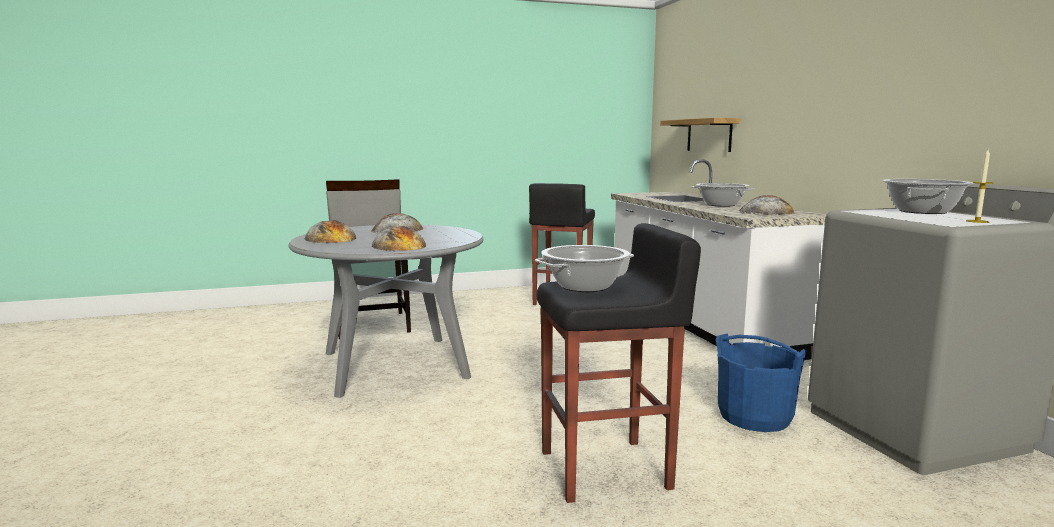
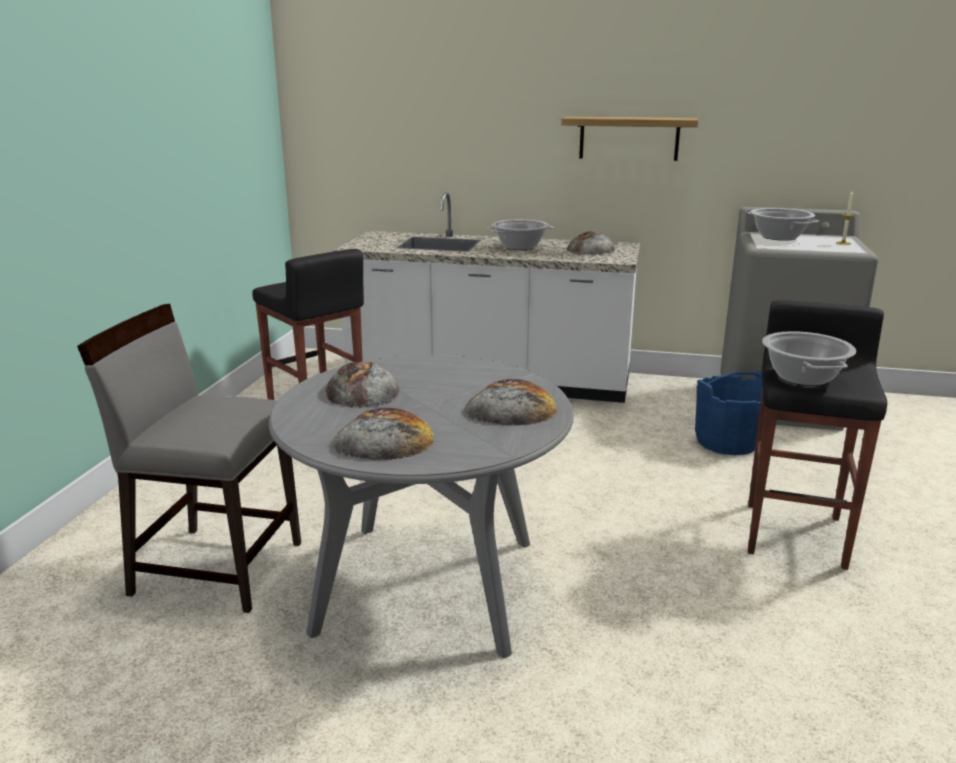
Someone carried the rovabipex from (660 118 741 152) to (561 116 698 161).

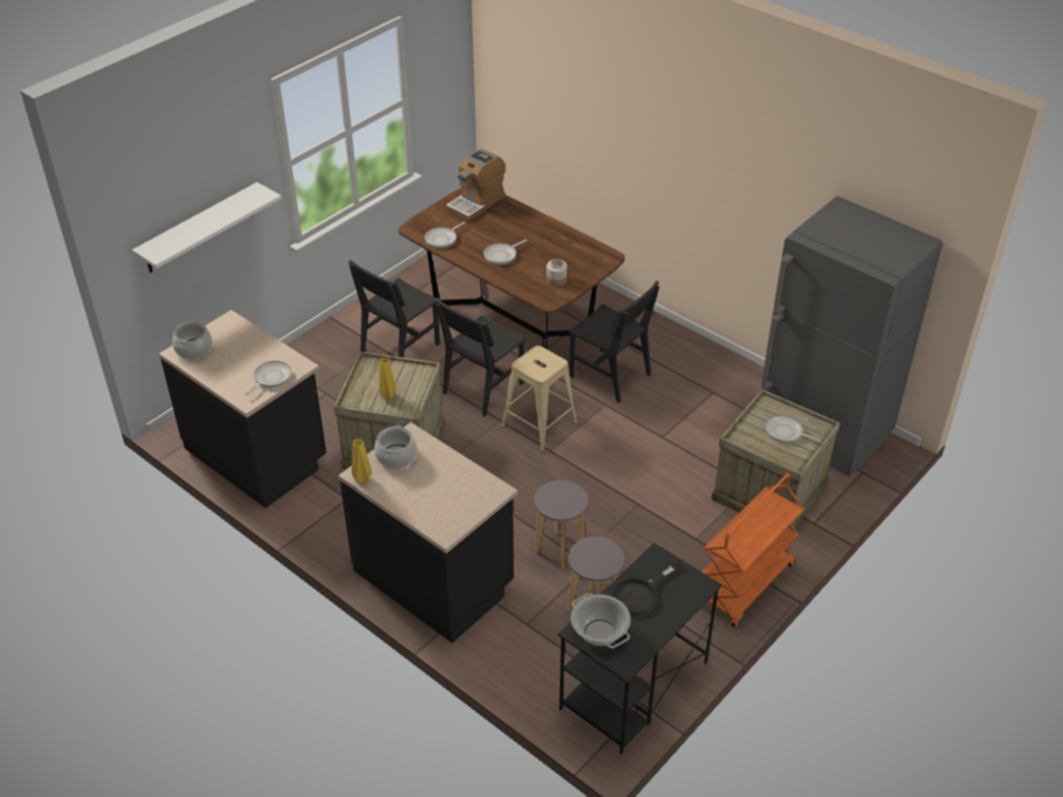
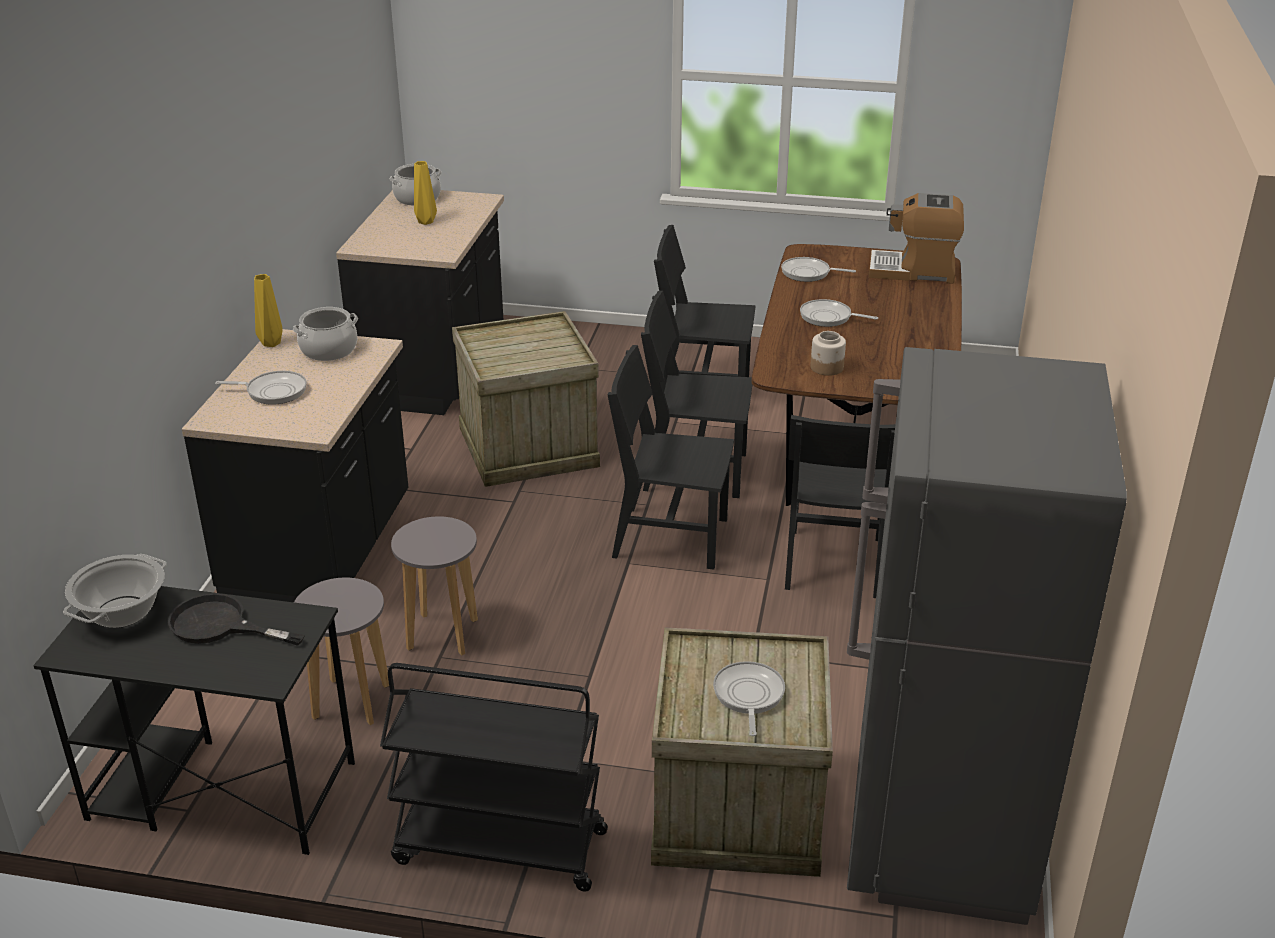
Someone carried the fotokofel from (245 361 291 395) to (215 371 307 405).
Someone repainted the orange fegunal at (702 473 804 627), which became the black fegunal at (380 663 608 891).
Someone carried the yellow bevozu from (379 358 396 400) to (414 161 437 225).
Someone swapped the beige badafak at (501 346 578 452) for the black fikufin at (607 345 734 570).
Someone took away the white rovabipex at (132 182 282 273).

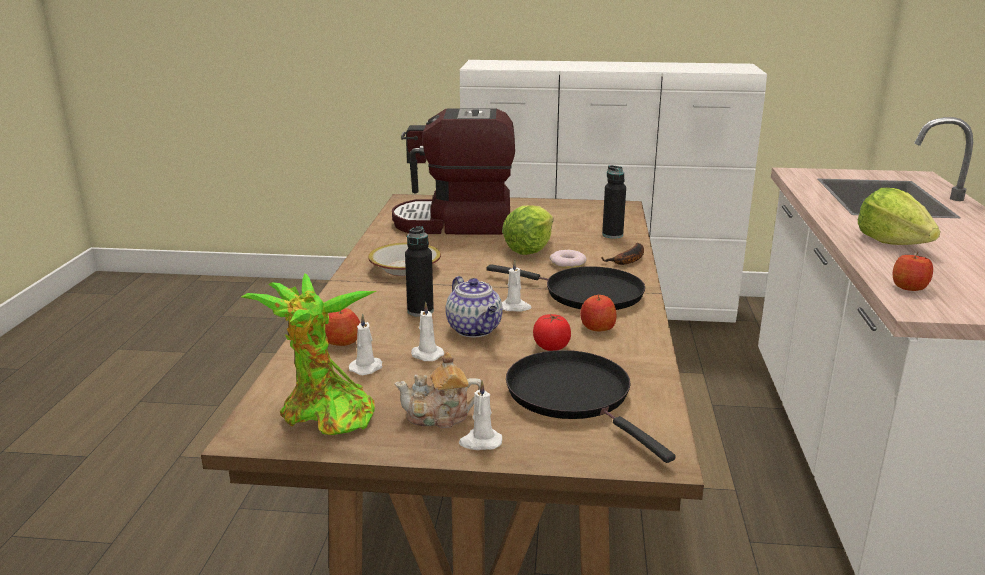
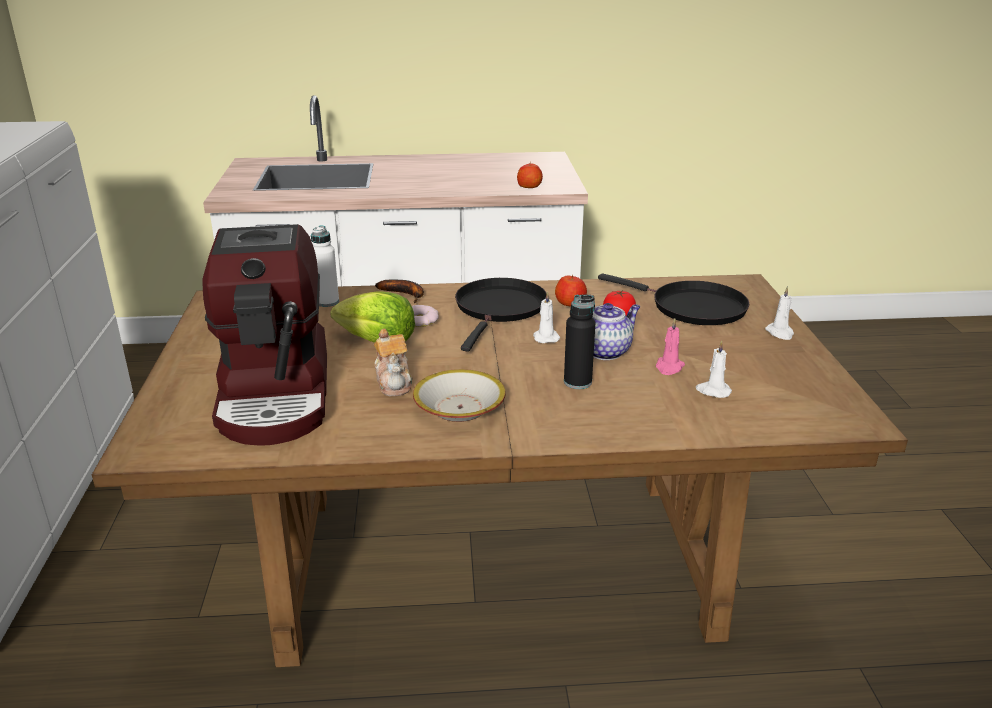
Someone repainted the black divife at (602 165 626 239), which became the white divife at (311 226 339 307).
Someone carried the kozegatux from (394 352 481 428) to (374 328 413 396).
Someone rotated the black fotokofel at (506 350 676 463) by 105 degrees counterclockwise.
Someone repainted the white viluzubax at (411 302 444 361), which became the pink viluzubax at (656 318 685 375).
Someone took away the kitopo at (241 273 377 435).
Someone took away the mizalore at (325 308 360 346).
Someone took away the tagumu at (858 188 940 245).

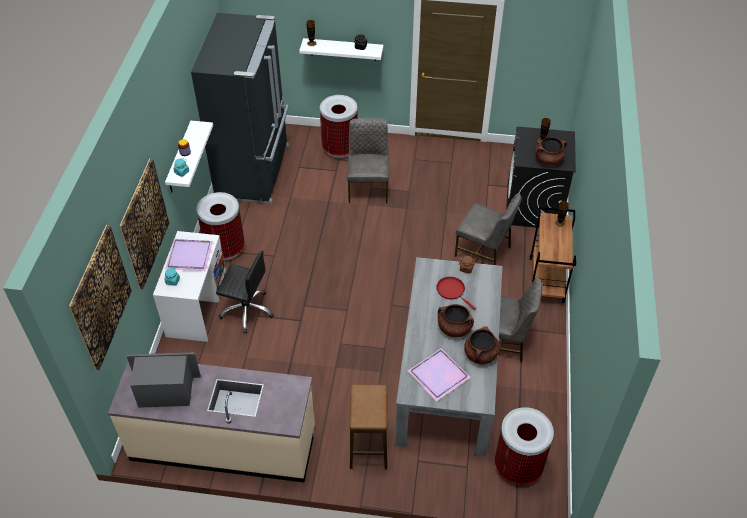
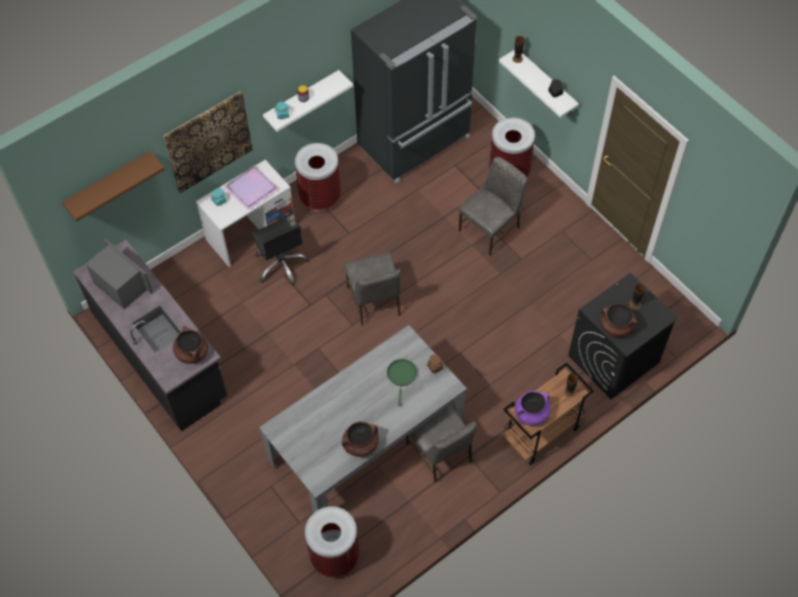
Someone swapped the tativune at (69 225 132 370) for the brown rovabipex at (62 151 165 222).
Someone repainted the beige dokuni at (108 362 315 482), which became the black dokuni at (73 240 227 431).
Someone carried the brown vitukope from (438 304 474 337) to (173 326 208 364).
Someone carried the grey fikufin from (455 193 522 265) to (344 252 401 325).
Someone repainted the red fotokofel at (437 277 476 310), which became the green fotokofel at (387 359 417 406).
Someone put down the purple vitukope at (515 391 551 426).
Someone took away the badafak at (349 385 387 469).
Someone took away the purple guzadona at (407 349 471 401).

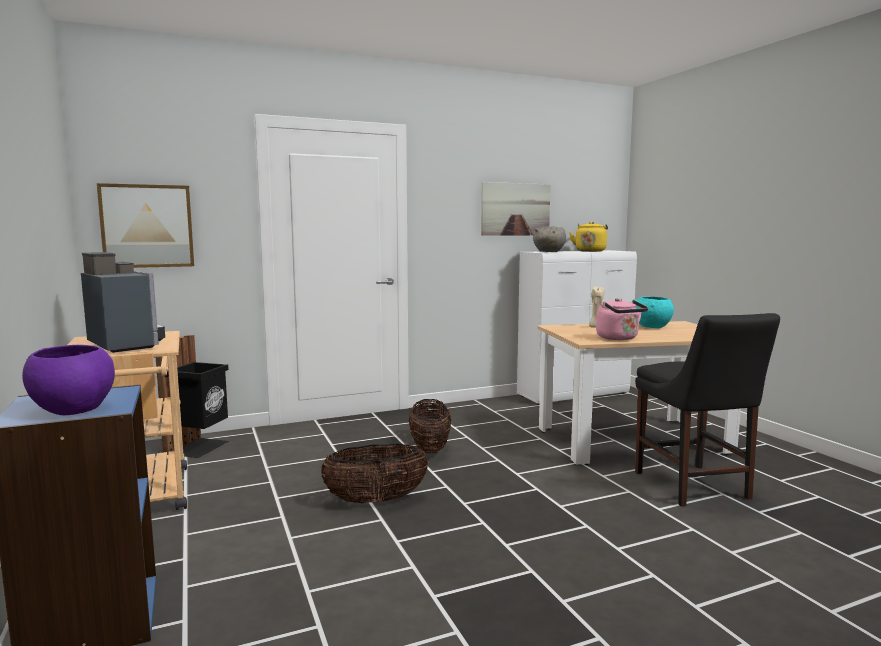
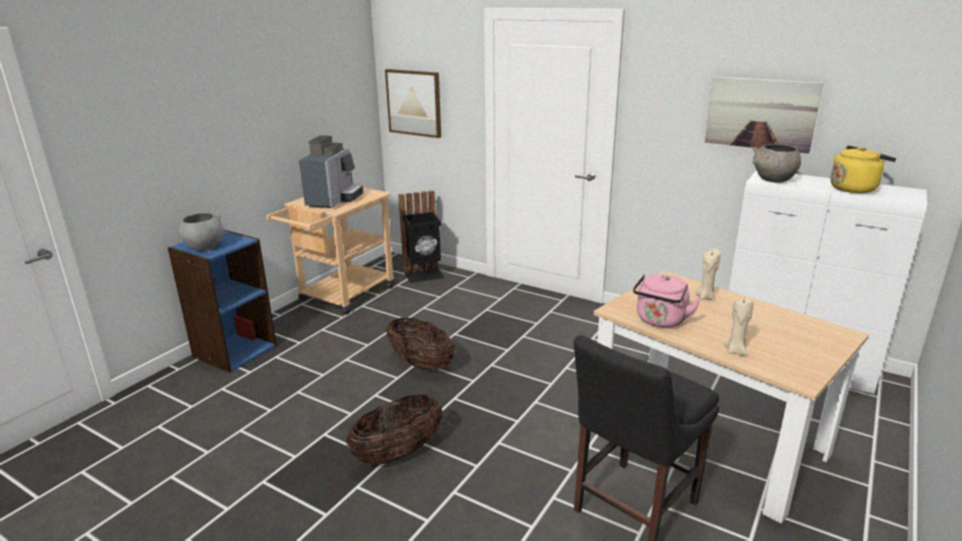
Someone repainted the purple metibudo at (22 345 115 415), which became the grey metibudo at (179 213 224 251).
Someone carried the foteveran from (409 399 451 453) to (346 395 442 465).
Someone put down the beige viluzubax at (723 298 753 356).
Someone took away the turquoise metibudo at (632 297 674 328).

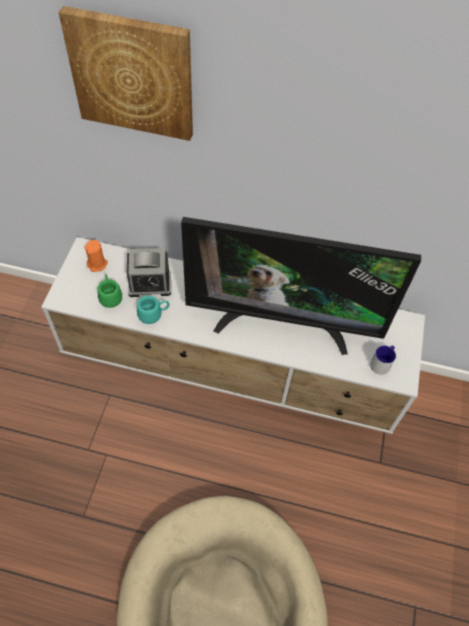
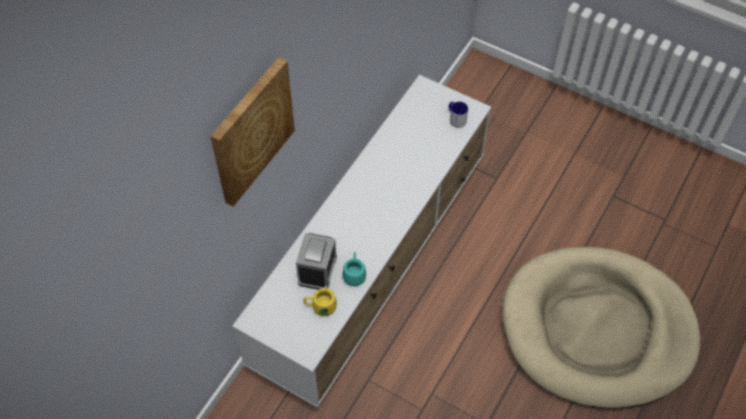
Someone repainted the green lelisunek at (97 274 122 308), which became the yellow lelisunek at (303 288 337 316).
Someone took away the orange viluzubax at (85 240 108 272).
Someone took away the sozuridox at (181 217 421 355).

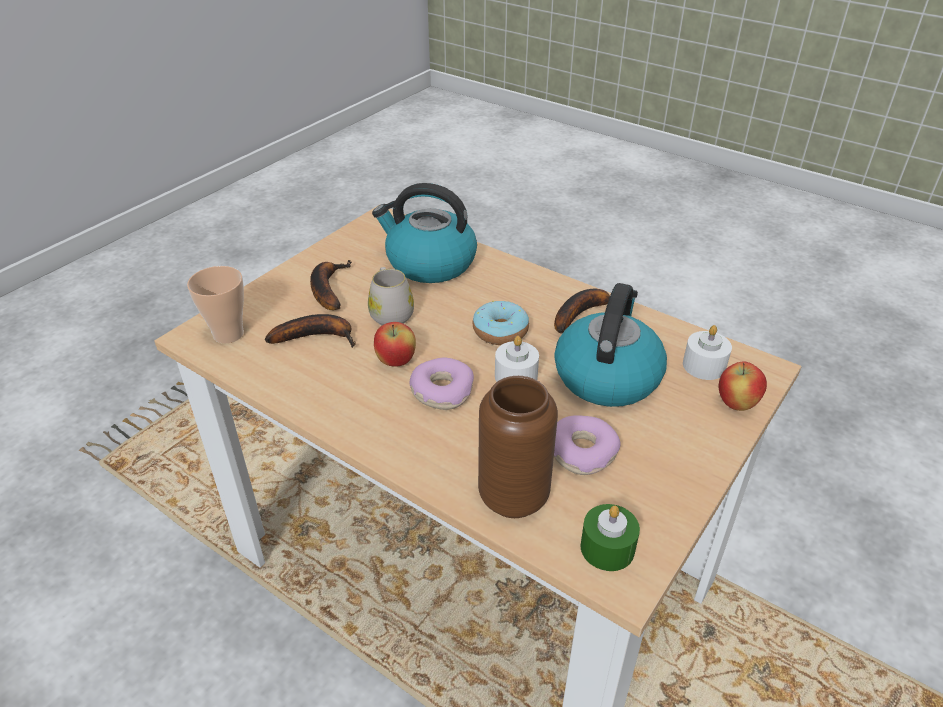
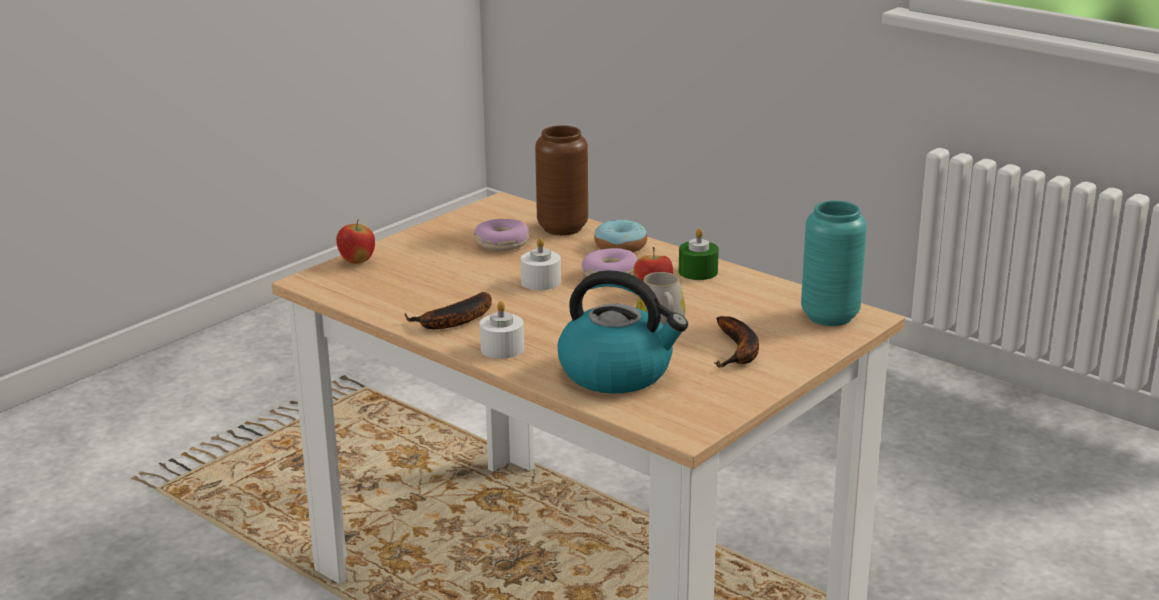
Someone carried the white viluzubax from (683 325 732 380) to (480 301 524 359).
Someone carried the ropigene from (473 301 529 345) to (594 220 647 252).
Someone carried the green viluzubax from (581 504 640 571) to (679 228 719 280).
Someone swapped the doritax at (187 266 244 343) for the turquoise bevozu at (801 200 867 326).
Someone took away the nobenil at (265 314 356 347).
Someone took away the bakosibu at (554 283 667 407).

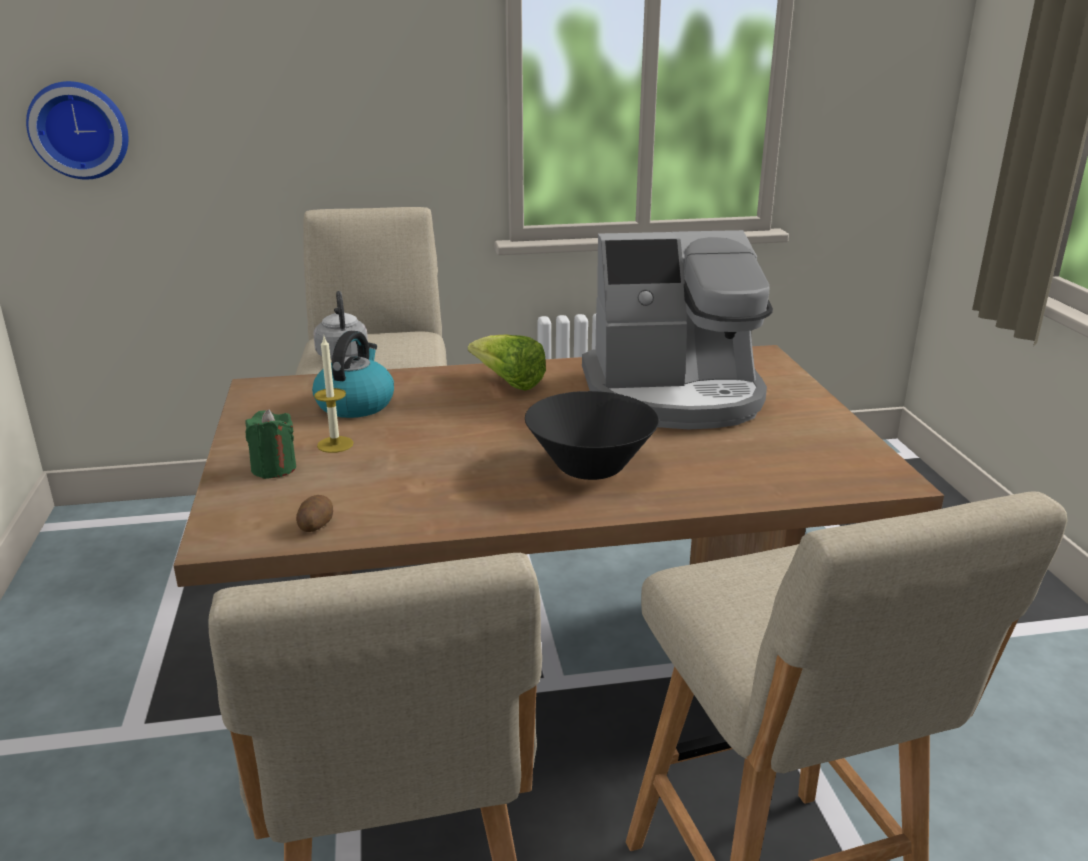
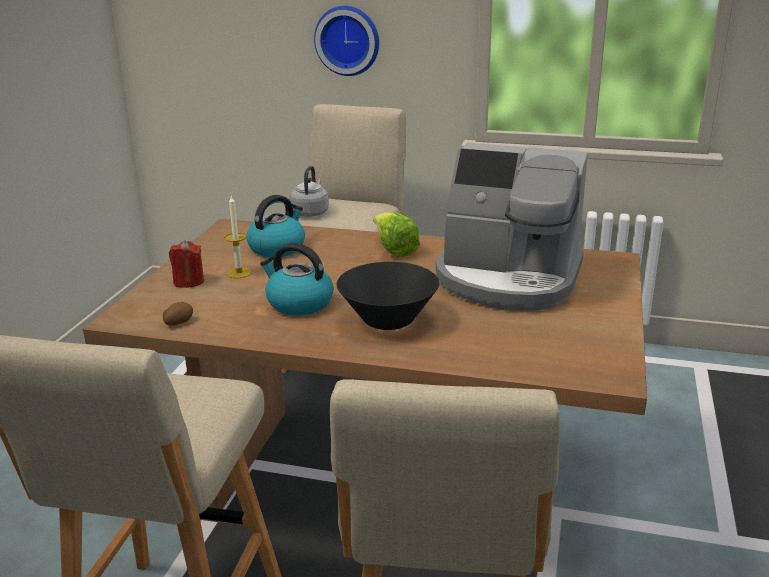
Someone repainted the green viluzubax at (246 409 296 479), which became the red viluzubax at (169 240 204 288).
Someone put down the bakosibu at (260 243 334 316).
Someone carried the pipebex from (26 81 129 180) to (314 6 379 76).

